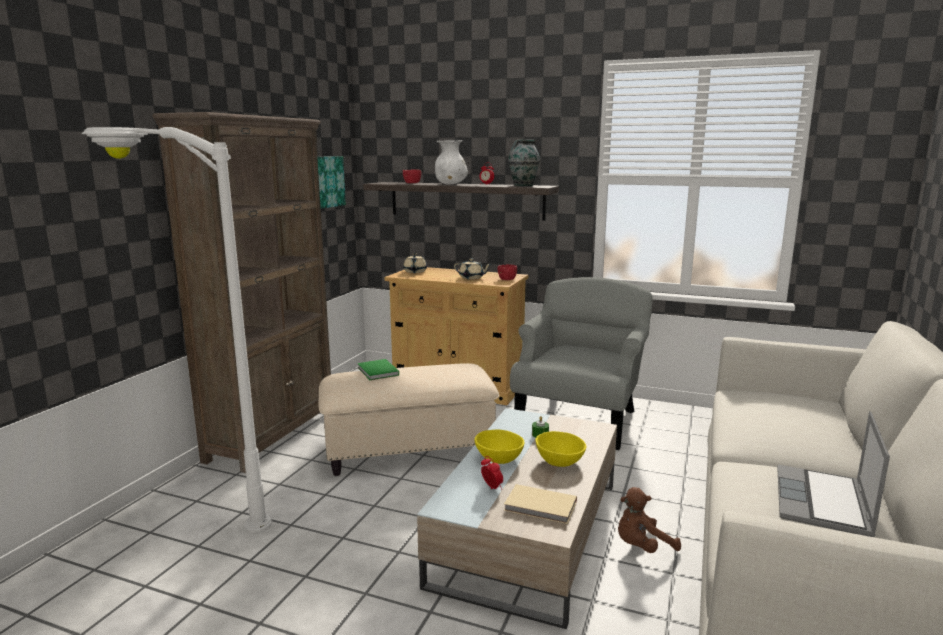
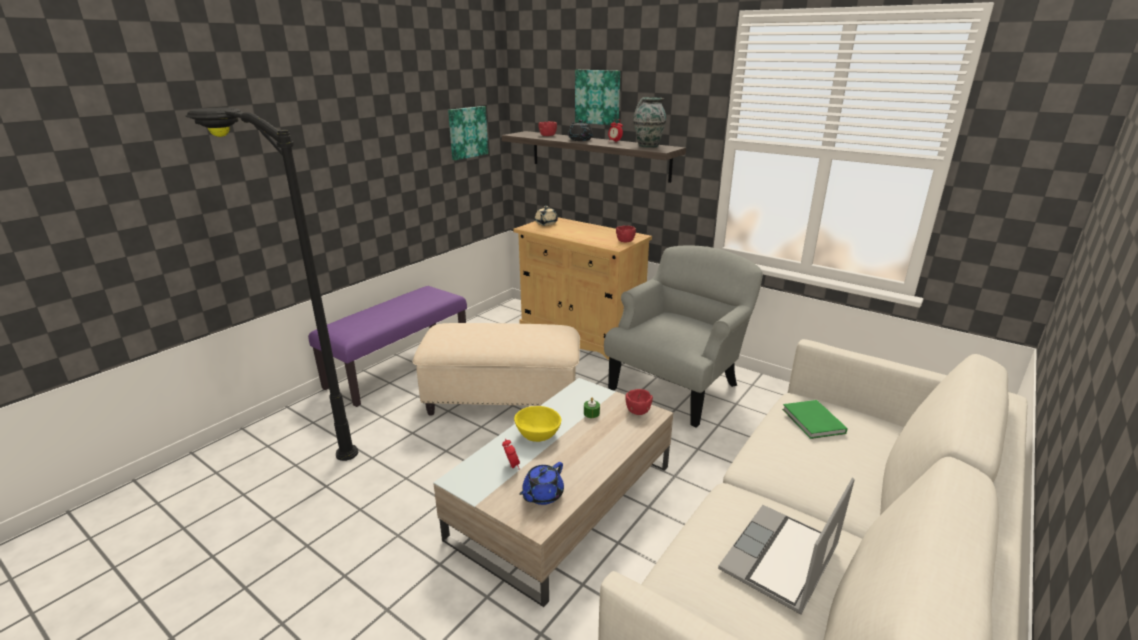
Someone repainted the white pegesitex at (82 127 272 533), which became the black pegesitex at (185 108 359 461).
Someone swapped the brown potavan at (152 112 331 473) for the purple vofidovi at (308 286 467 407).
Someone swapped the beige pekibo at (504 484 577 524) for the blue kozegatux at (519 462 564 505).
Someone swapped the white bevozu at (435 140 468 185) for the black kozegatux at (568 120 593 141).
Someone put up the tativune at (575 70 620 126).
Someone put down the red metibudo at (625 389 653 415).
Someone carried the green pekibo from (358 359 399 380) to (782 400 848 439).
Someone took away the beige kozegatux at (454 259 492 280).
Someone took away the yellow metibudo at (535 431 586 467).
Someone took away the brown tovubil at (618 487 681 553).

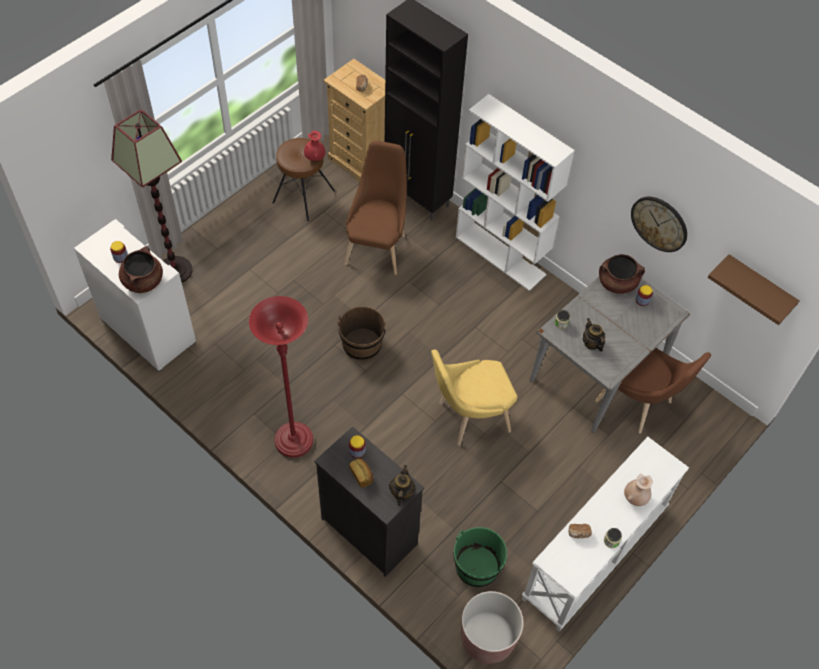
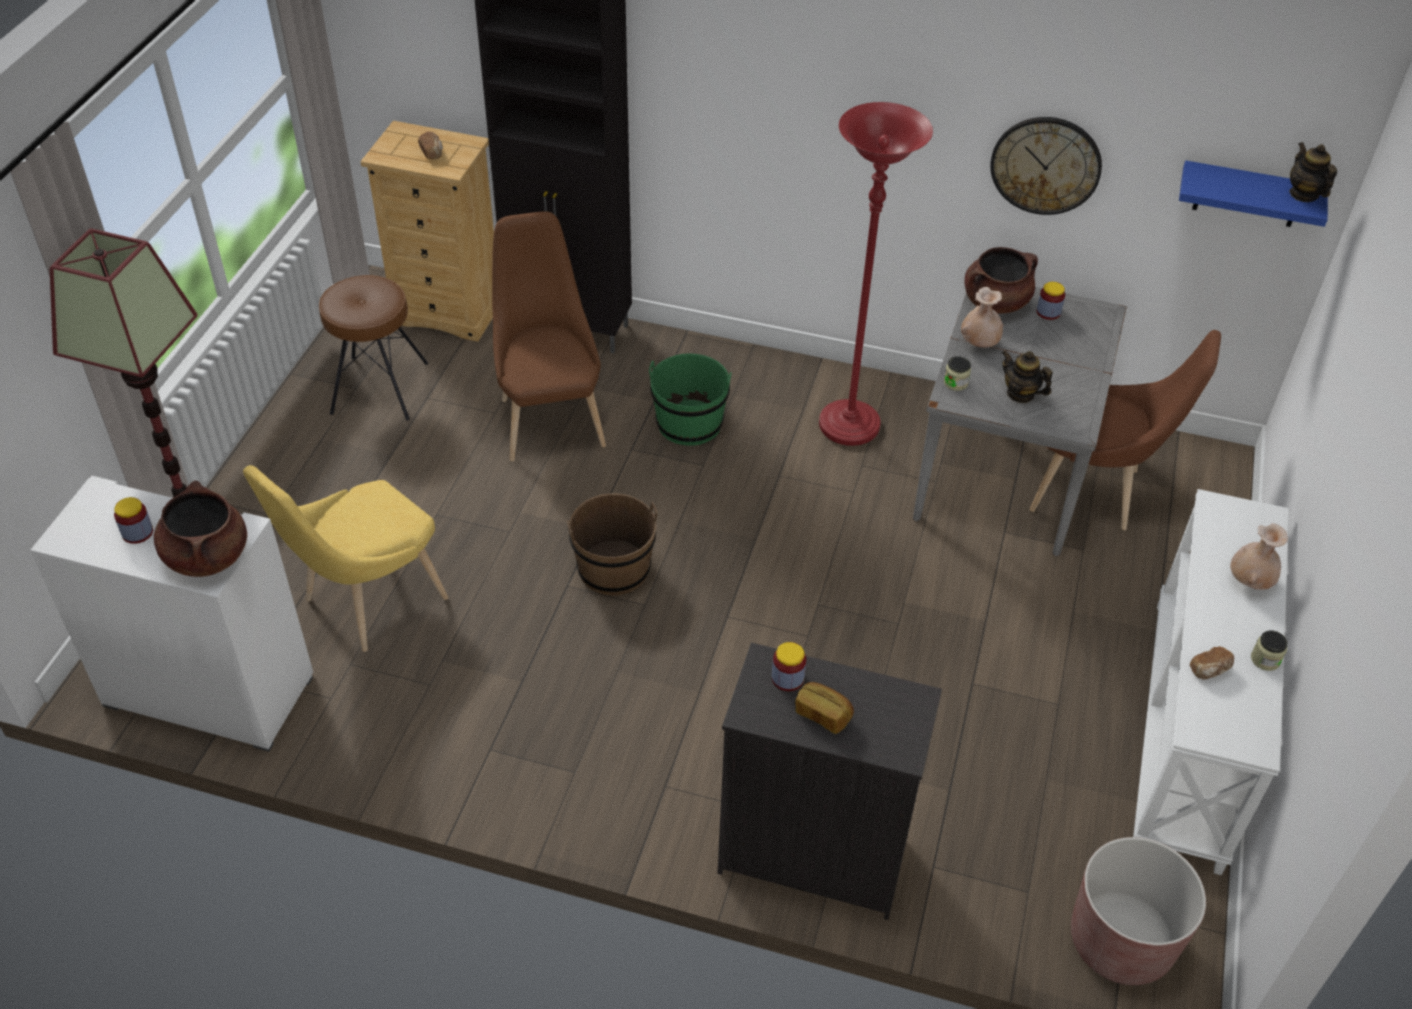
Someone carried the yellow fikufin from (431 349 518 446) to (243 465 449 652).
Someone carried the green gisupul from (454 527 507 587) to (649 353 732 446).
Someone carried the red pegesitex from (249 296 313 458) to (819 102 933 446).
Someone put down the beige bevozu at (961 287 1004 348).
Someone repainted the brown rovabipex at (708 254 800 325), which became the blue rovabipex at (1179 160 1328 227).
Someone carried the kozegatux from (389 465 416 506) to (1289 142 1337 202).
Someone took away the red bevozu at (304 130 325 161).
Someone took away the white potavan at (456 94 575 291).

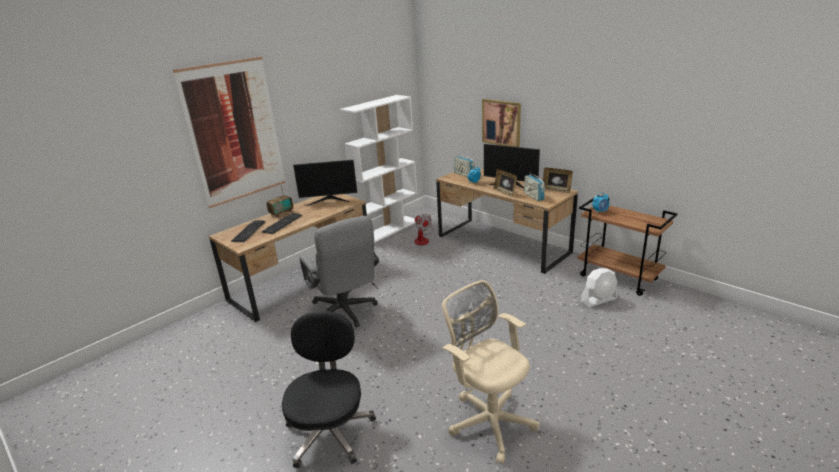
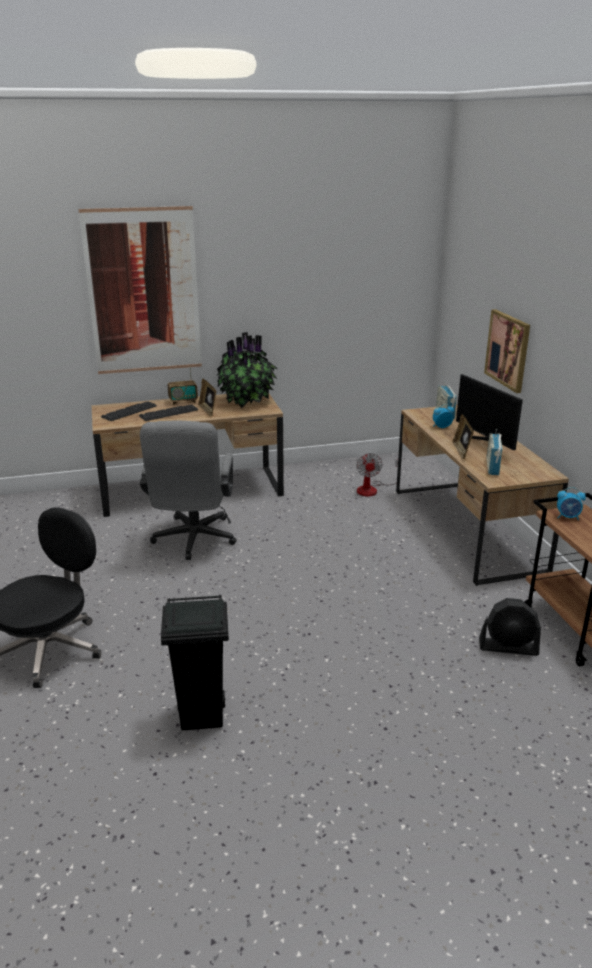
Someone swapped the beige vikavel at (442 280 540 464) for the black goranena at (161 595 229 731).
Someone carried the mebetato from (543 167 573 193) to (198 379 216 417).
Someone swapped the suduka at (293 160 357 206) for the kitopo at (216 332 278 408).
Someone repainted the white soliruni at (580 268 618 308), which became the black soliruni at (479 598 541 656).
Someone took away the white potavan at (340 95 417 243).

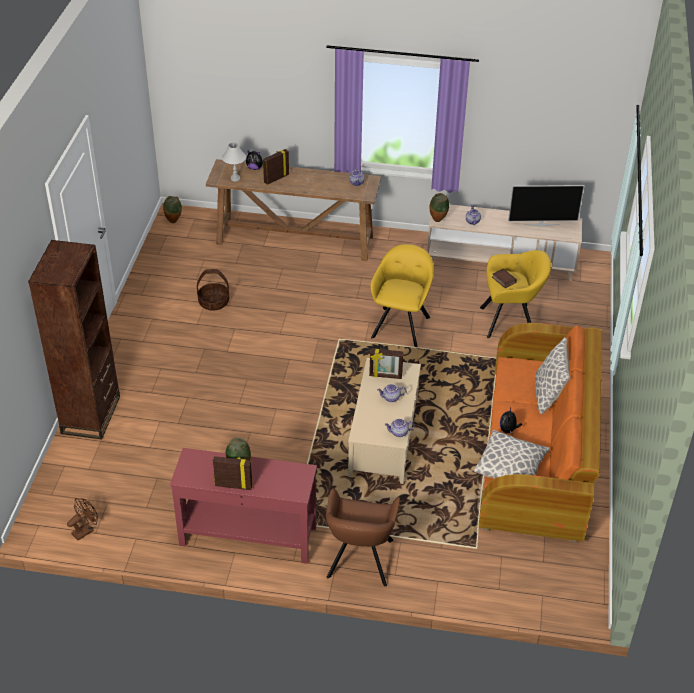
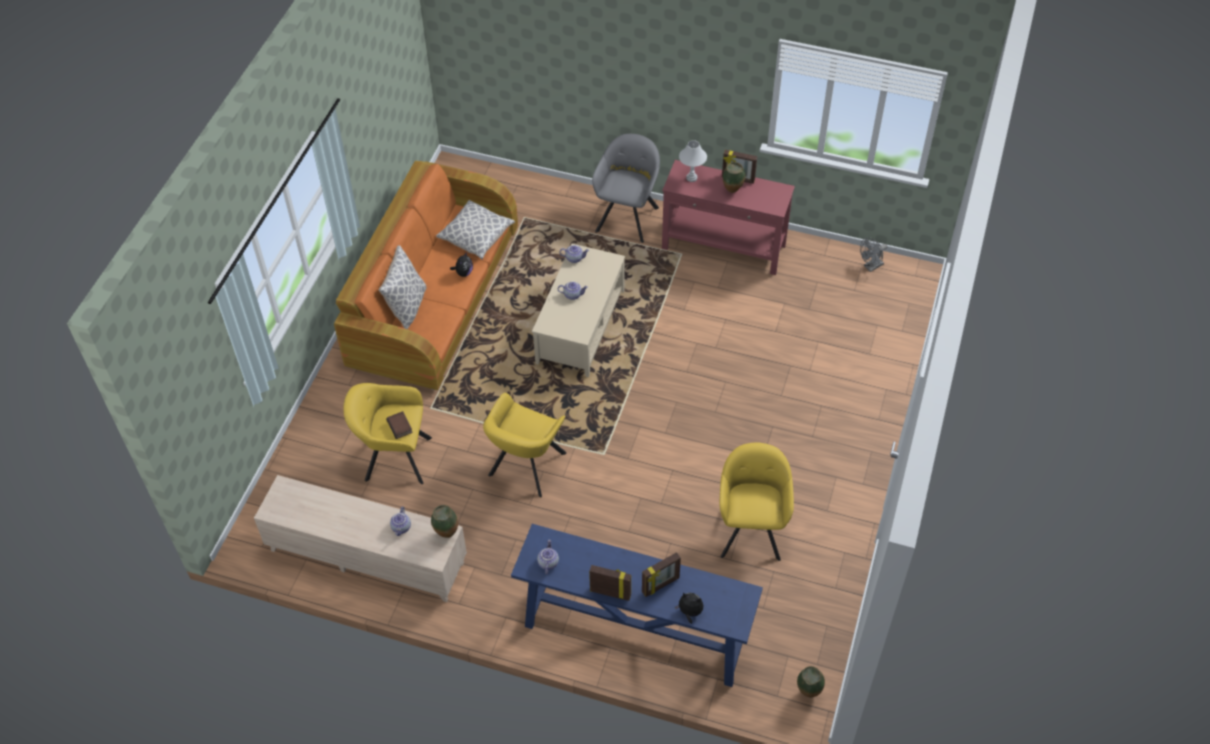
Someone repainted the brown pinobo at (206 159 381 261), which became the blue pinobo at (511 524 763 687).
Someone carried the mebetato from (369 348 404 379) to (589 565 631 601).
Someone repainted the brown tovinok at (326 488 400 587), which became the grey tovinok at (592 134 660 243).
Someone carried the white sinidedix from (222 143 246 182) to (679 140 707 182).
Someone swapped the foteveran at (197 269 229 311) for the yellow tovinok at (719 443 794 561).
Someone repainted the brown soliruni at (67 498 98 540), which became the grey soliruni at (860 237 887 272).
Someone took away the brown potavan at (28 240 120 439).
Someone took away the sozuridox at (508 185 585 226).

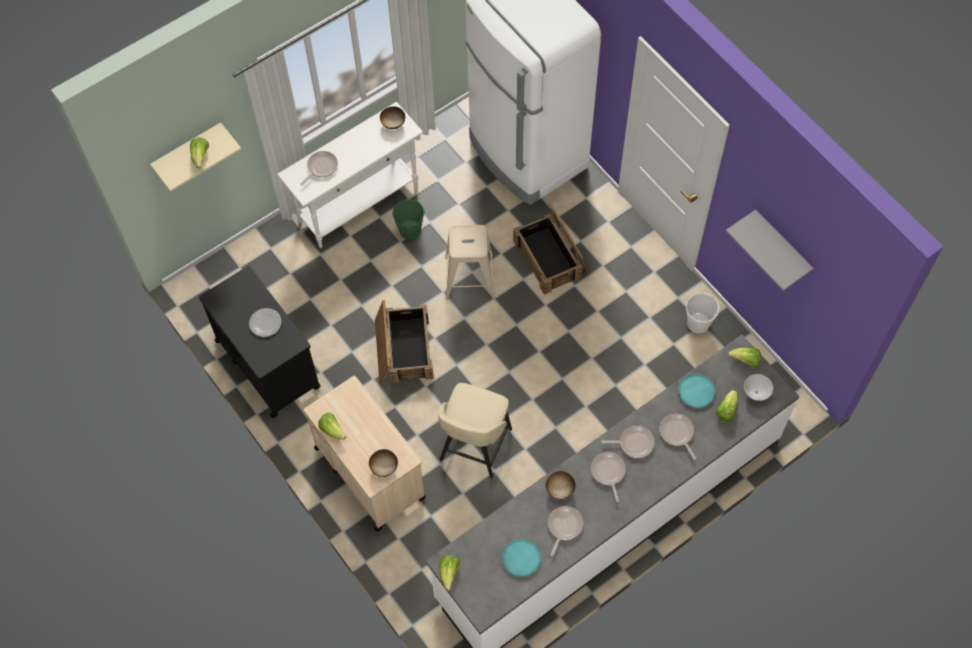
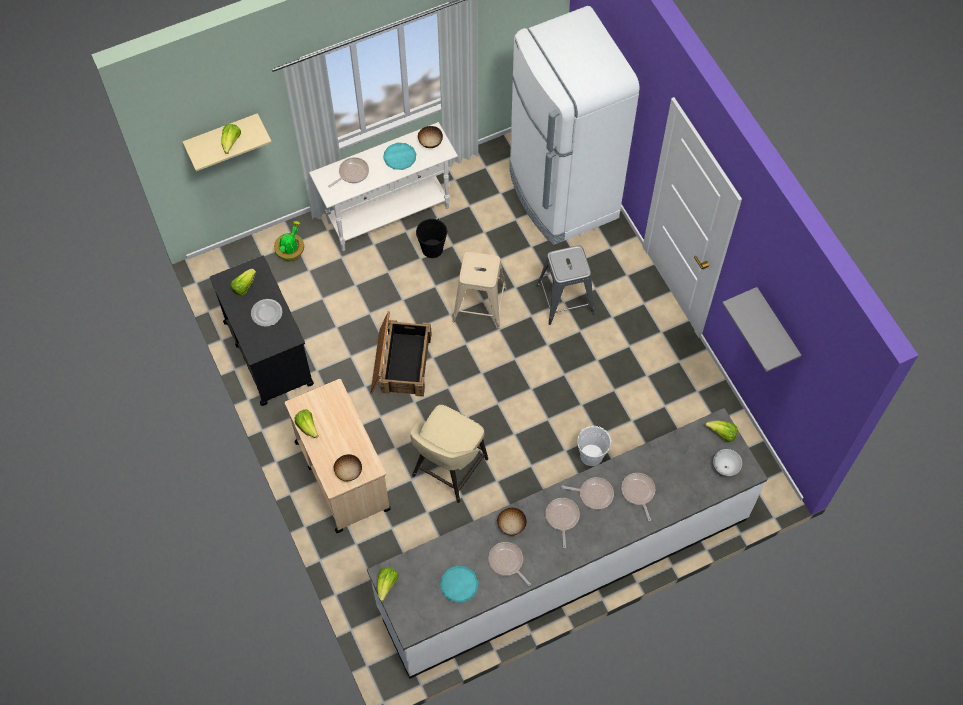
Someone carried the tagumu from (716 390 737 422) to (230 269 256 296).
Someone put down the kitopo at (274 221 304 262).
Someone carried the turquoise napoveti from (678 374 716 408) to (383 143 416 170).
Someone repainted the green gisupul at (392 199 424 240), which became the black gisupul at (416 219 447 258).
Someone rotated the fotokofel at (548 506 583 556) by 75 degrees counterclockwise.
Someone swapped the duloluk at (513 202 591 295) for the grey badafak at (536 246 595 325).
Someone carried the white gisupul from (686 292 719 334) to (577 426 611 466).

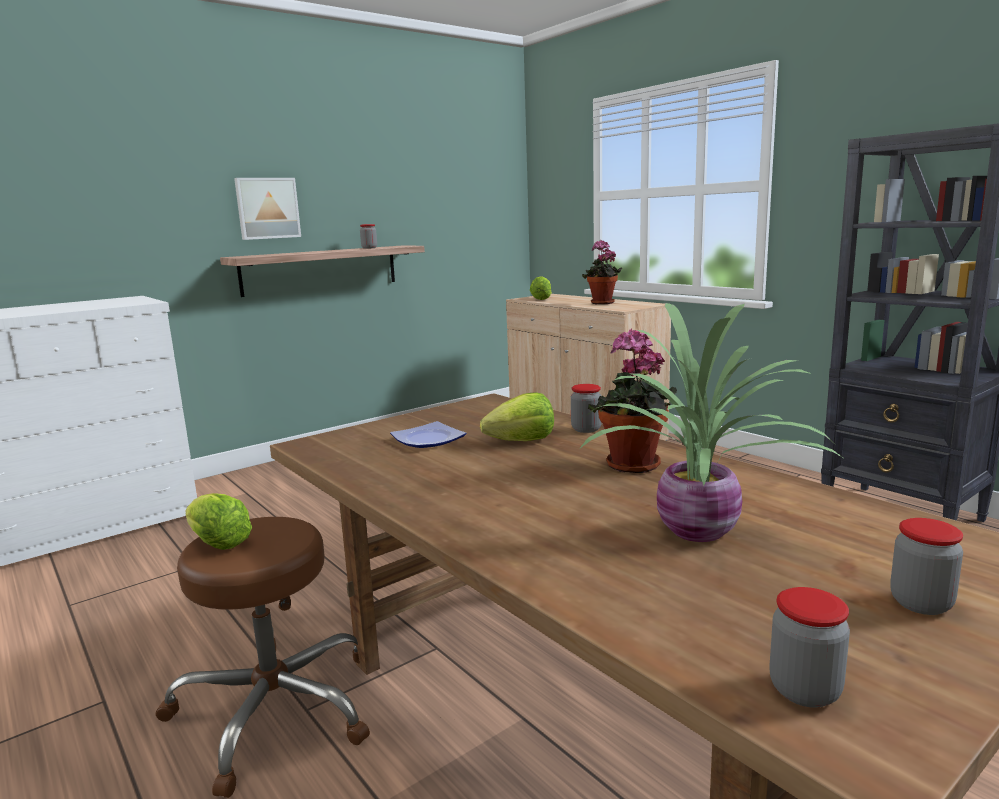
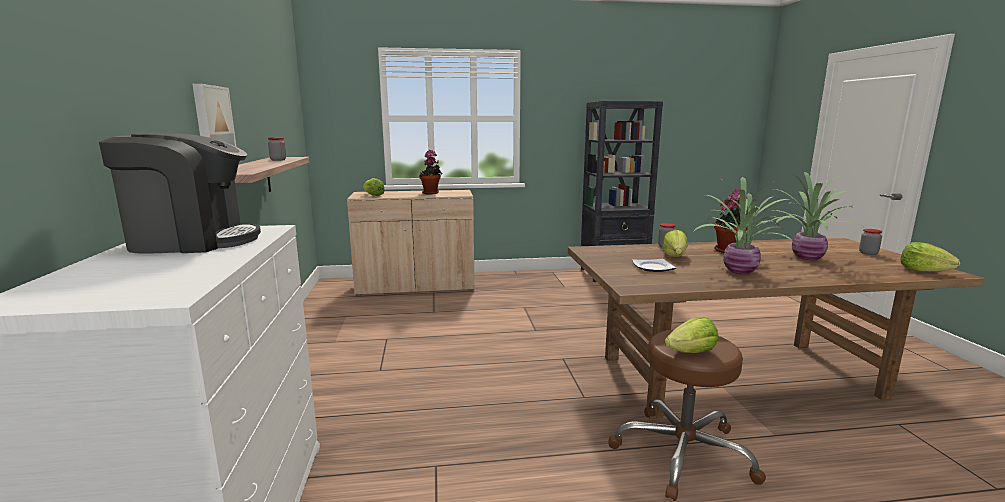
Someone put down the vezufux at (99 133 261 254).
Someone put down the kitopo at (693 177 796 274).
Someone swapped the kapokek at (769 587 850 708) for the tagumu at (901 242 960 272).

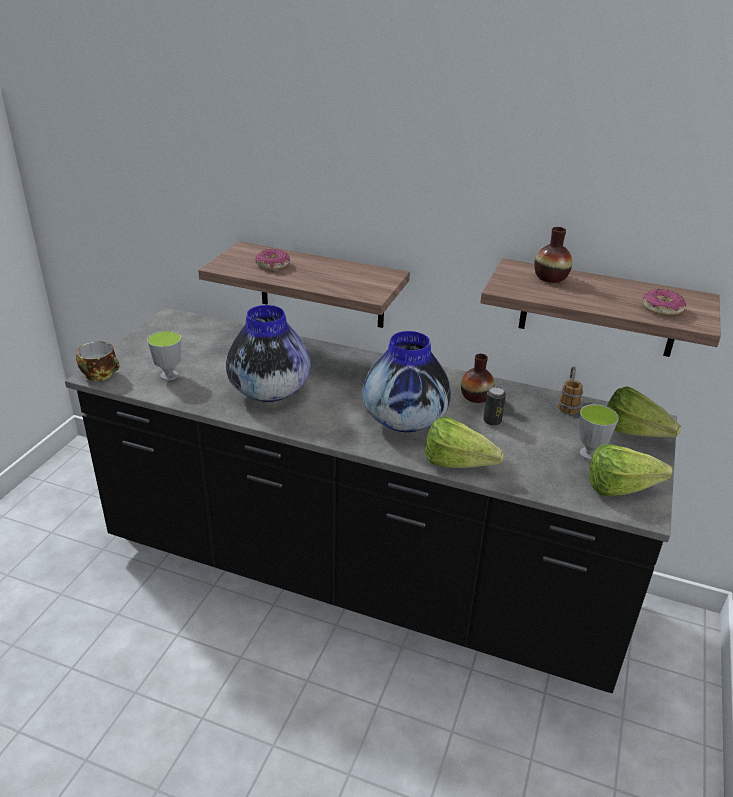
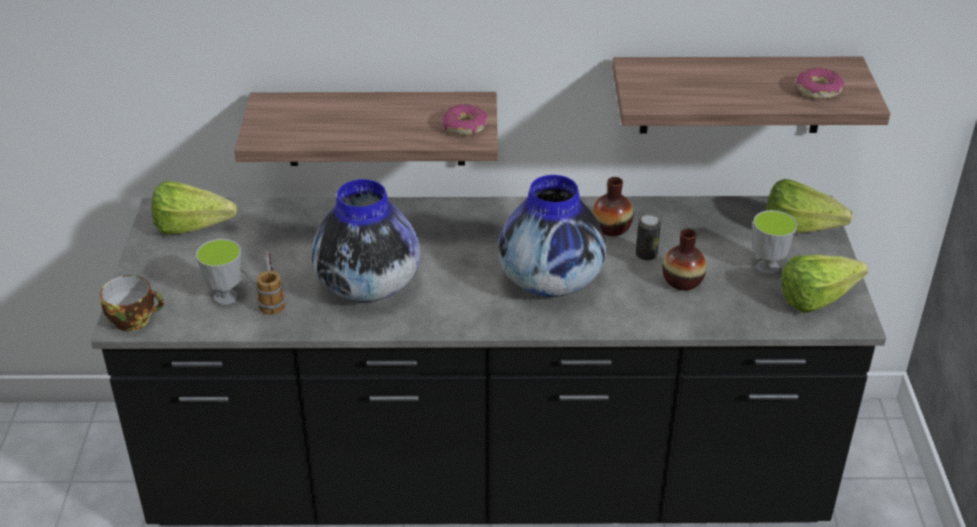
Someone carried the tagumu from (425 416 504 468) to (151 181 237 235).
Someone carried the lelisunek from (558 366 583 414) to (256 251 286 315).
Someone carried the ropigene from (255 249 290 270) to (443 104 488 136).
Someone carried the bevozu from (534 227 572 283) to (662 228 706 291).

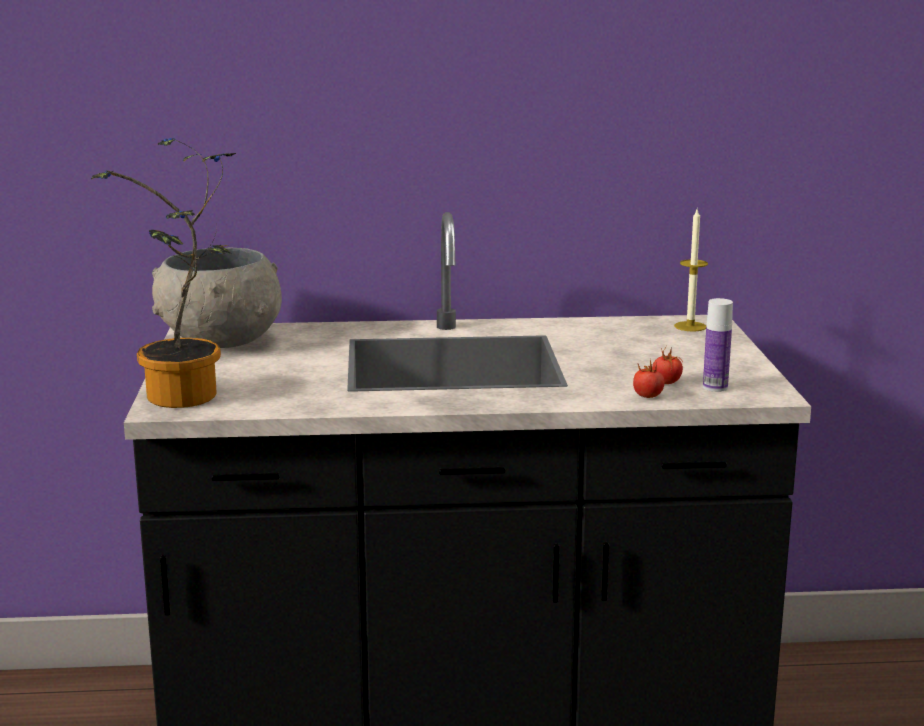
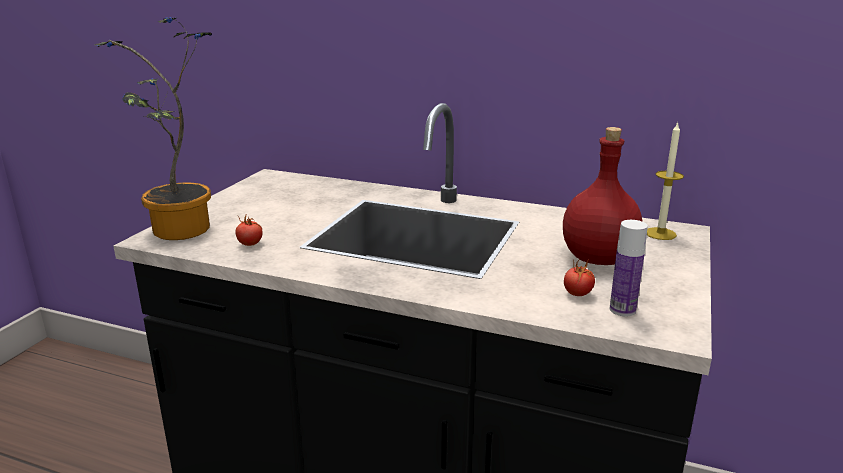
Someone carried the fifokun from (633 359 665 398) to (235 215 263 246).
Someone put down the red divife at (563 127 643 265).
Someone took away the grey metibudo at (152 248 282 348).

